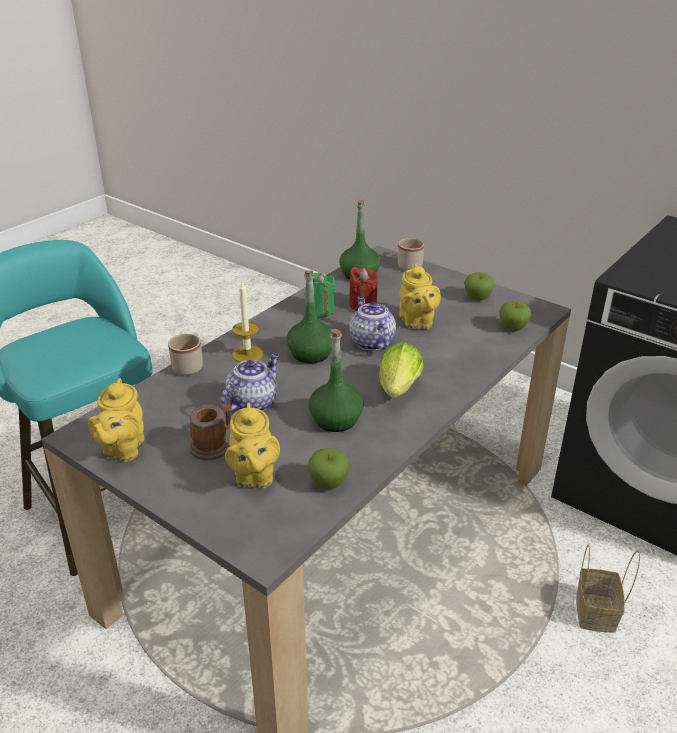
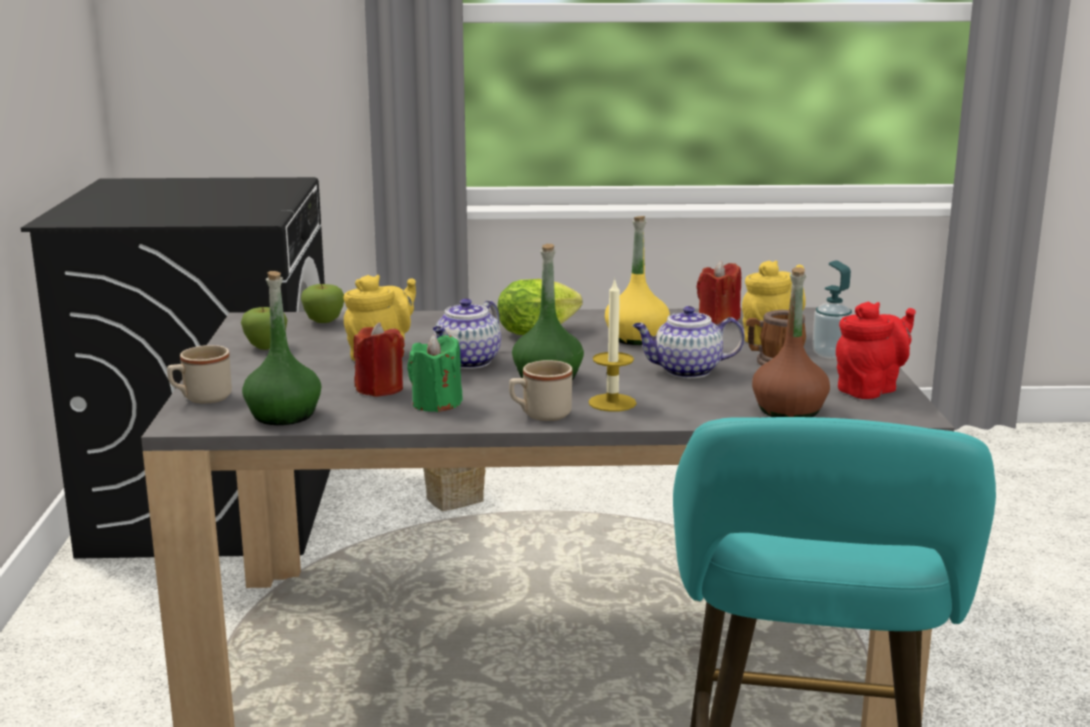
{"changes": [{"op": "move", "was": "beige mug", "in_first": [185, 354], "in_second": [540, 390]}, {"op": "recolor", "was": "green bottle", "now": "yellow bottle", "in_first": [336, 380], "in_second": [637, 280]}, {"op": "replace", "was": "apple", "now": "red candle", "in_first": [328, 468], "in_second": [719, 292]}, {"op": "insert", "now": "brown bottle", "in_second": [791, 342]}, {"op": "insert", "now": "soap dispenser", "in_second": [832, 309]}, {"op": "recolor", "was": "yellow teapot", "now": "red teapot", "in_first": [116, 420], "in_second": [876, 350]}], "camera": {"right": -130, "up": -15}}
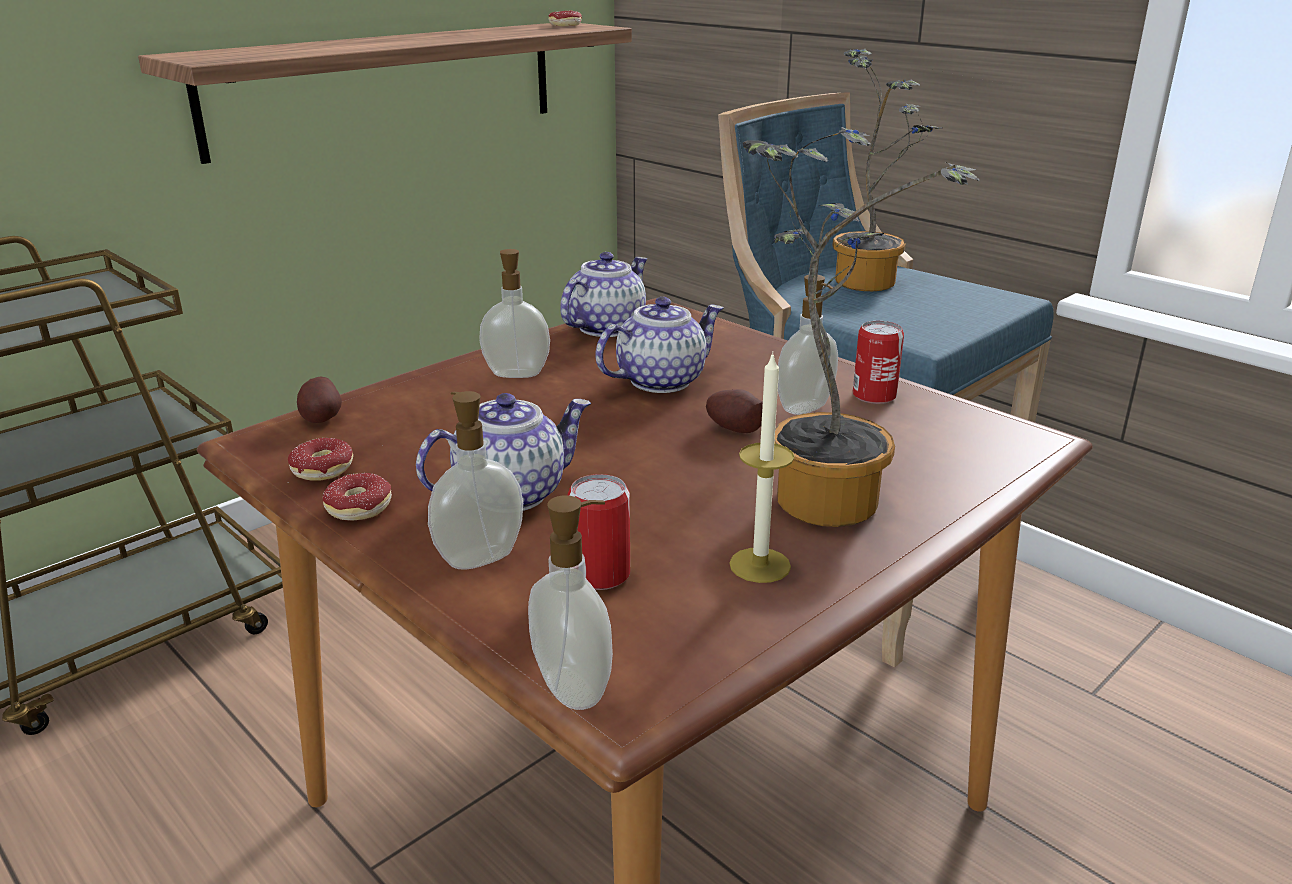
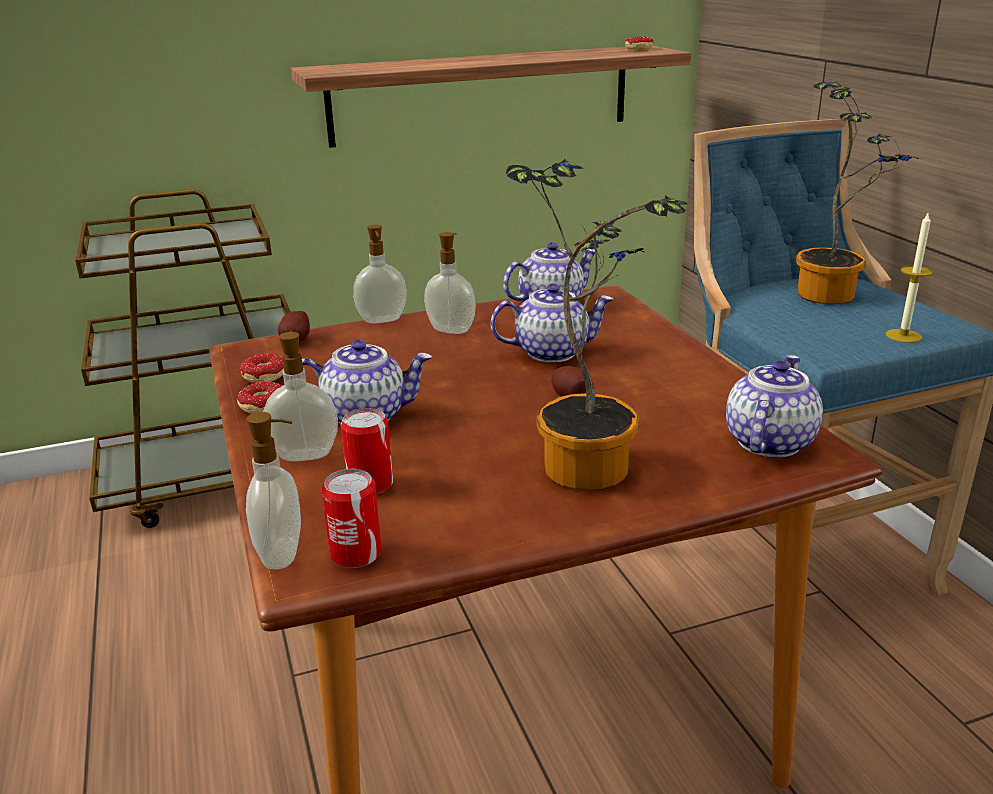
{"changes": [{"op": "move", "was": "can", "in_first": [878, 362], "in_second": [352, 518]}, {"op": "move", "was": "soap dispenser", "in_first": [808, 344], "in_second": [380, 274]}, {"op": "insert", "now": "teapot", "in_second": [774, 406]}, {"op": "move", "was": "candle", "in_first": [761, 467], "in_second": [909, 277]}], "camera": {"right": 25, "up": 0}}
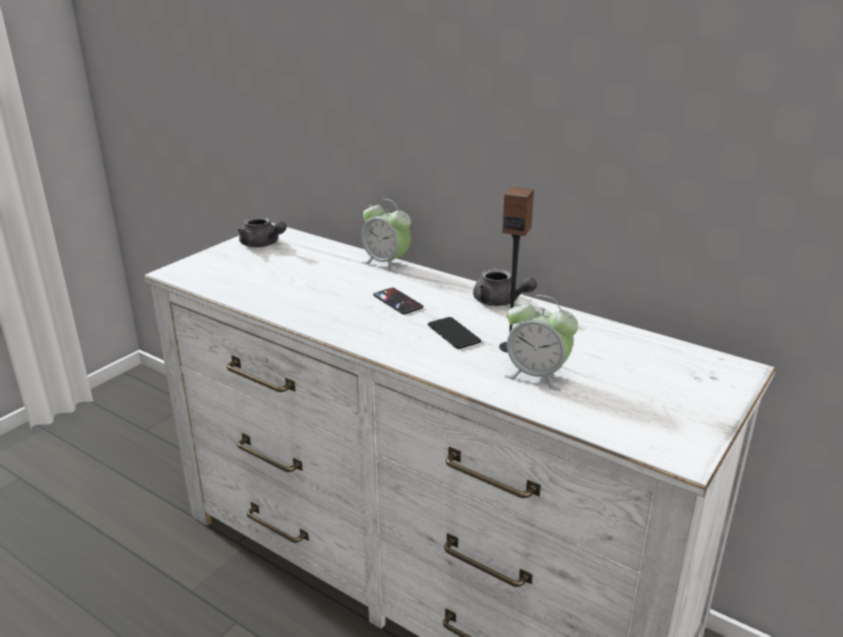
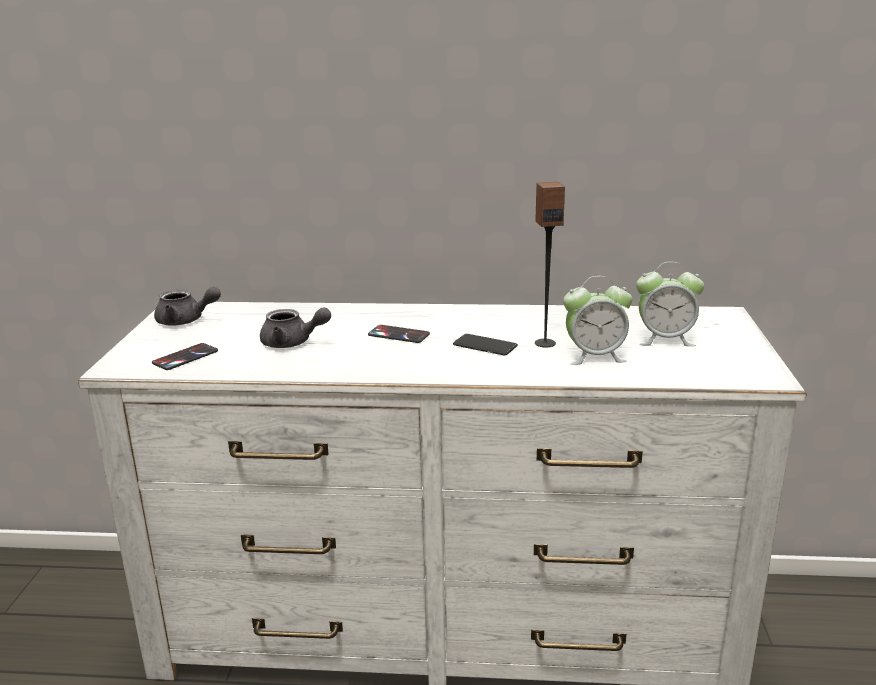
{"changes": [{"op": "insert", "now": "phone", "in_second": [185, 356]}, {"op": "move", "was": "grey teapot", "in_first": [505, 287], "in_second": [295, 328]}, {"op": "move", "was": "alarm clock", "in_first": [386, 236], "in_second": [670, 304]}], "camera": {"right": -30, "up": -5}}
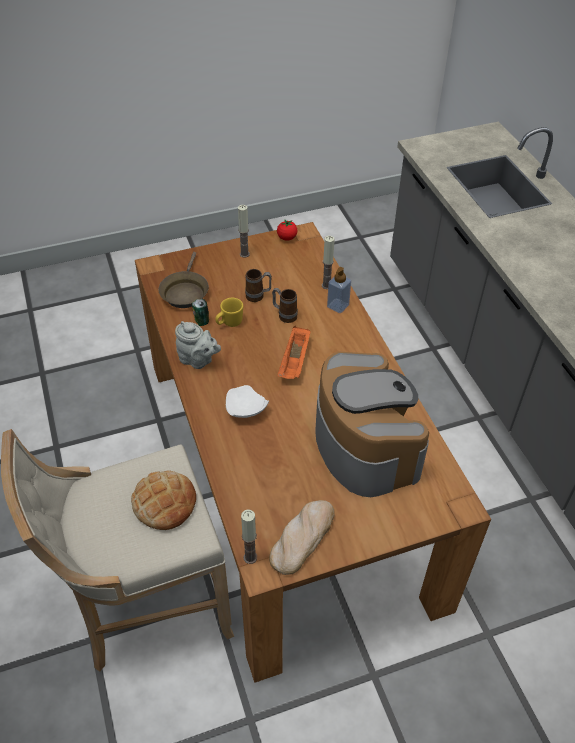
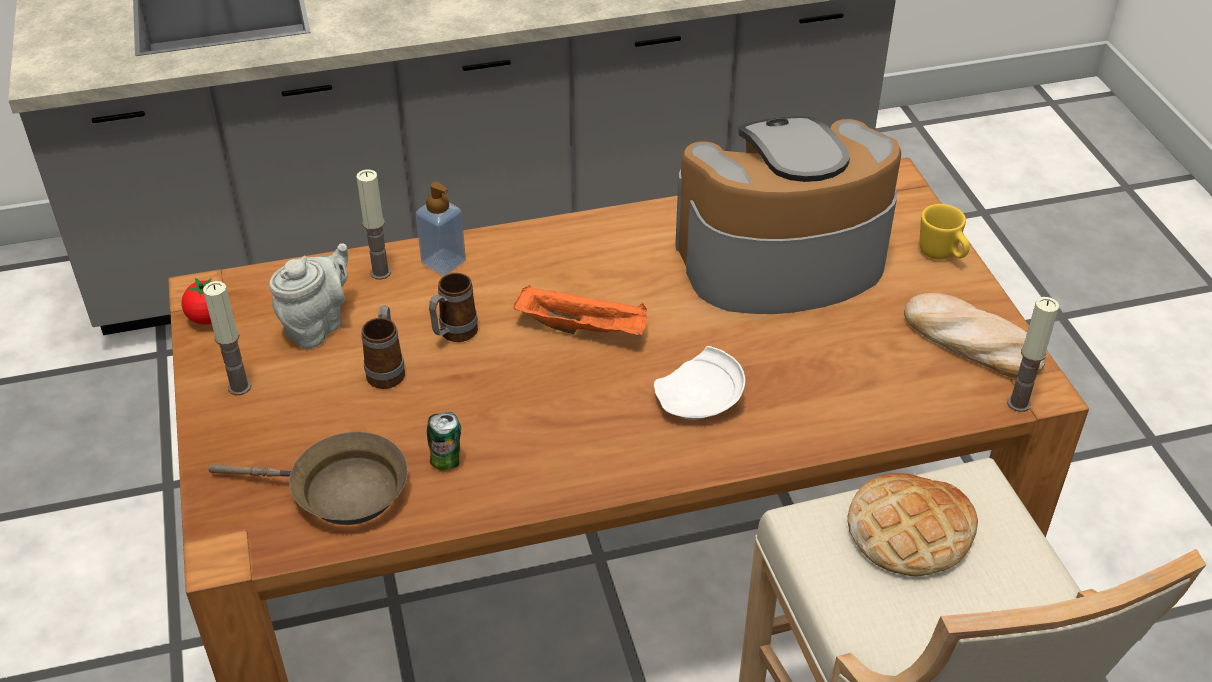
{"changes": [{"op": "move", "was": "grey teapot", "in_first": [198, 345], "in_second": [308, 296]}, {"op": "move", "was": "yellow mug", "in_first": [229, 312], "in_second": [944, 232]}], "camera": {"right": -85, "up": -5}}
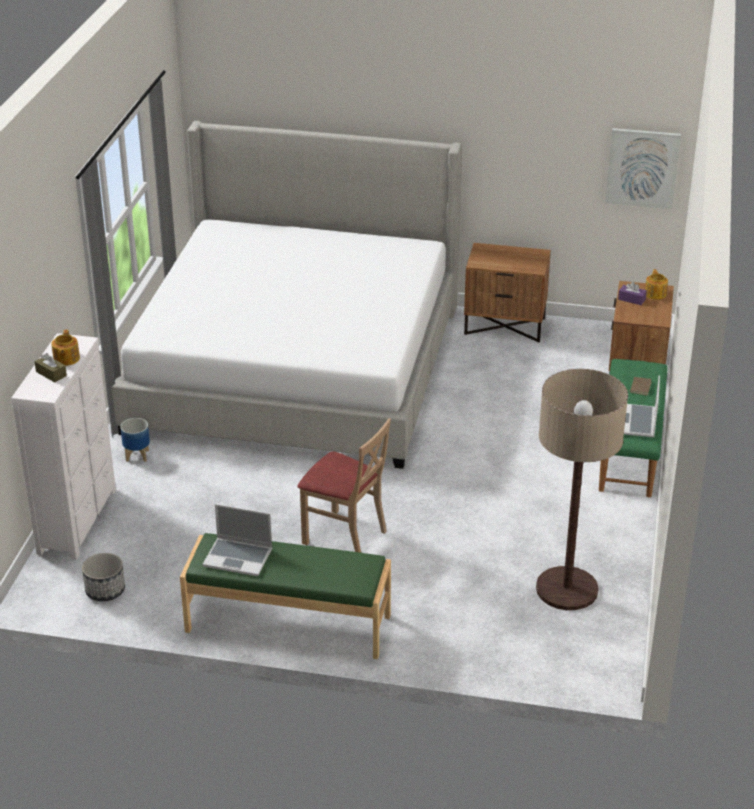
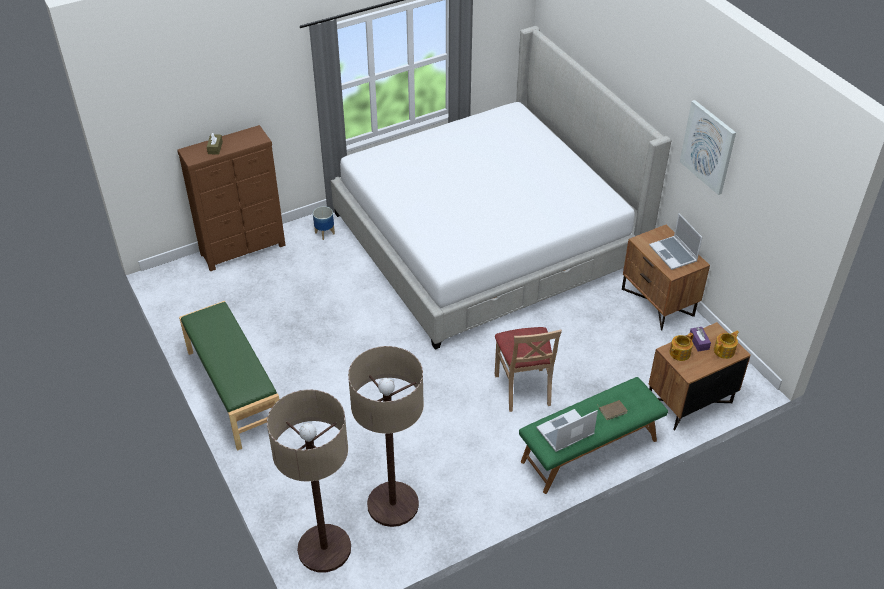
{"changes": [{"op": "recolor", "was": "white dresser", "now": "brown dresser", "in_first": [63, 446], "in_second": [231, 198]}, {"op": "insert", "now": "floor lamp", "in_second": [309, 480]}, {"op": "move", "was": "beige chair", "in_first": [344, 485], "in_second": [528, 369]}, {"op": "move", "was": "laptop", "in_first": [237, 540], "in_second": [676, 241]}, {"op": "move", "was": "teapot", "in_first": [65, 348], "in_second": [682, 347]}, {"op": "move", "was": "picture", "in_first": [643, 168], "in_second": [708, 147]}, {"op": "delete", "was": "planter", "in_first": [103, 577]}], "camera": {"right": 50, "up": 10}}
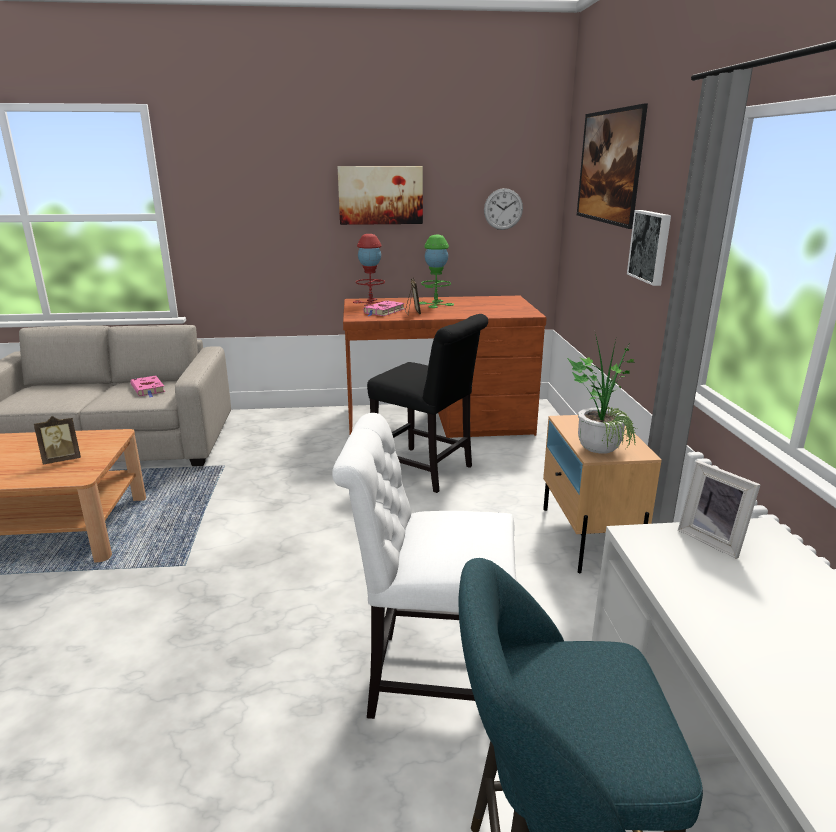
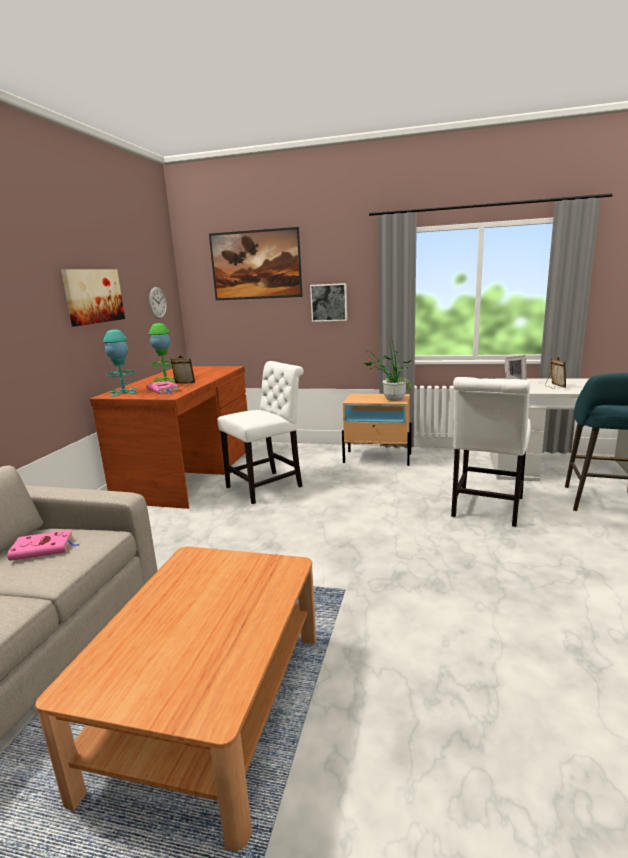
{"changes": [{"op": "recolor", "was": "red table lamp", "now": "turquoise table lamp", "in_first": [369, 270], "in_second": [120, 362]}, {"op": "recolor", "was": "black chair", "now": "white chair", "in_first": [427, 403], "in_second": [260, 432]}, {"op": "move", "was": "picture frame", "in_first": [57, 440], "in_second": [555, 373]}], "camera": {"right": -70, "up": -5}}
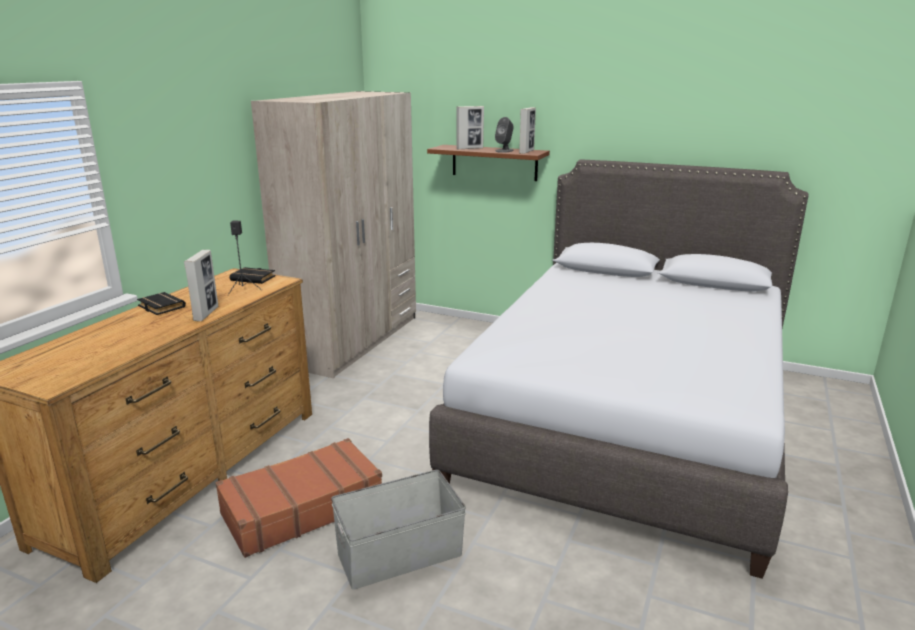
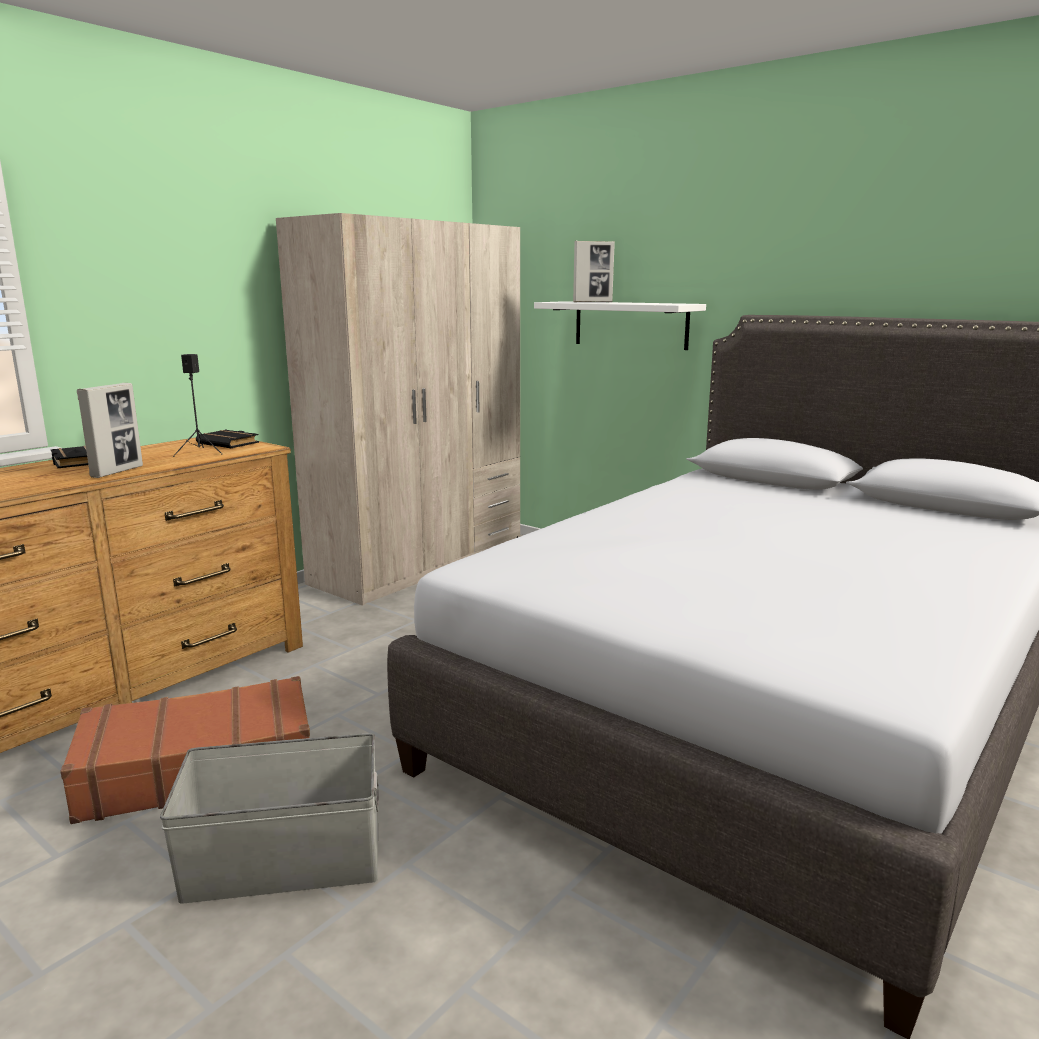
{"changes": [{"op": "recolor", "was": "brown shelf", "now": "white shelf", "in_first": [488, 163], "in_second": [620, 325]}, {"op": "delete", "was": "grey speaker", "in_first": [504, 135]}, {"op": "delete", "was": "picture frame", "in_first": [527, 130]}], "camera": {"right": 15, "up": -5}}
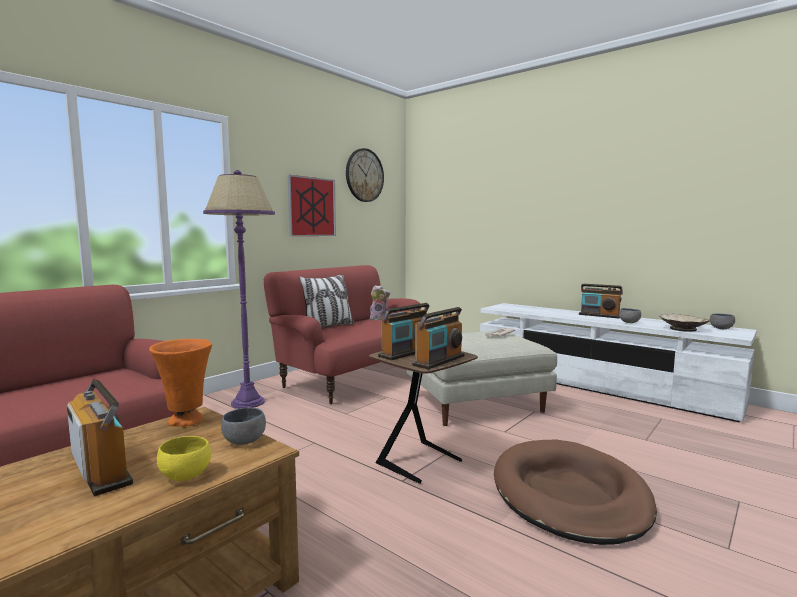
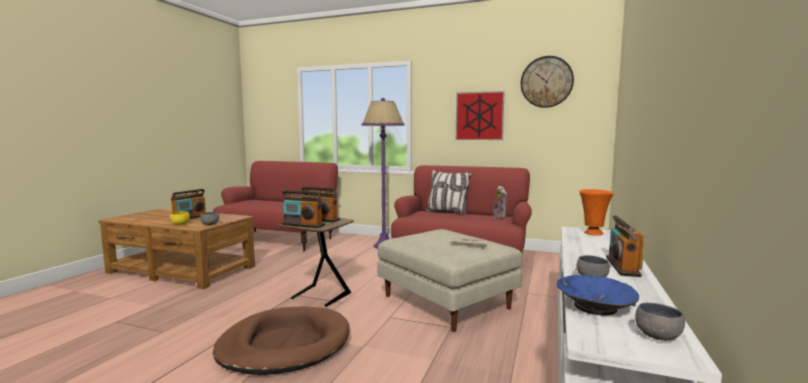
{"changes": [{"op": "recolor", "was": "beige bowl", "now": "blue bowl", "in_first": [684, 323], "in_second": [597, 295]}, {"op": "move", "was": "orange vase", "in_first": [180, 383], "in_second": [596, 212]}], "camera": {"right": 70, "up": 0}}
